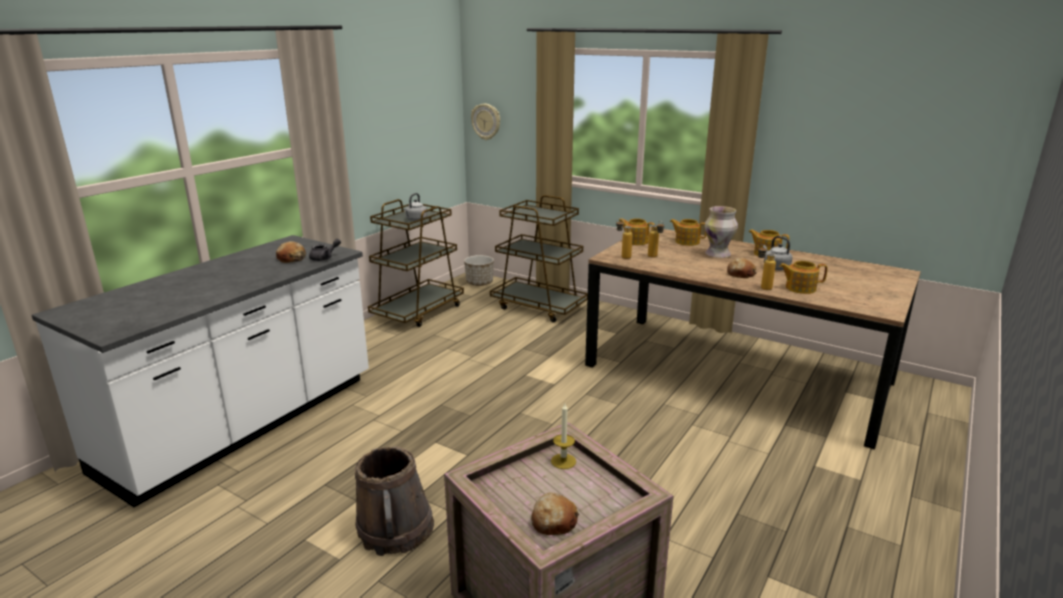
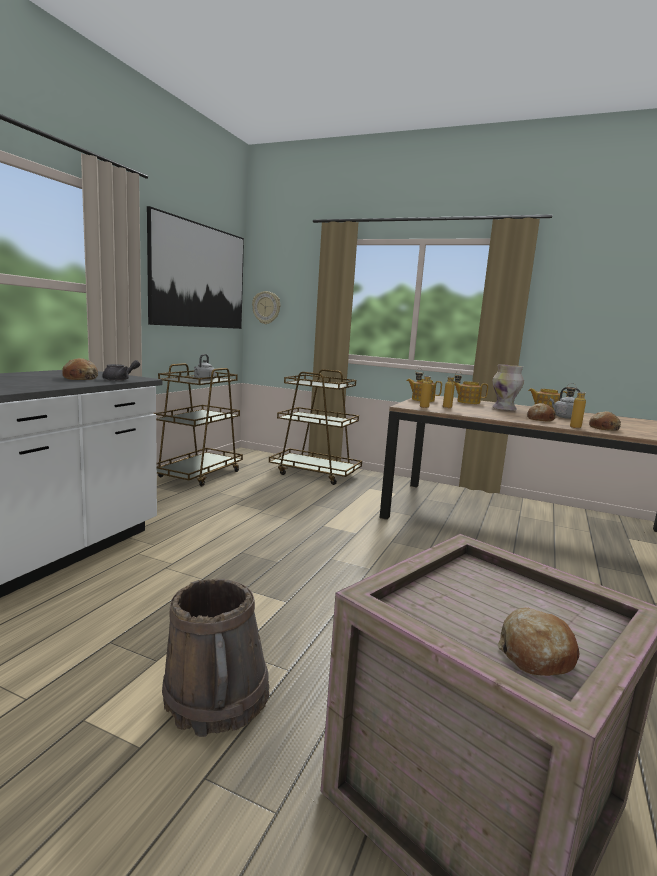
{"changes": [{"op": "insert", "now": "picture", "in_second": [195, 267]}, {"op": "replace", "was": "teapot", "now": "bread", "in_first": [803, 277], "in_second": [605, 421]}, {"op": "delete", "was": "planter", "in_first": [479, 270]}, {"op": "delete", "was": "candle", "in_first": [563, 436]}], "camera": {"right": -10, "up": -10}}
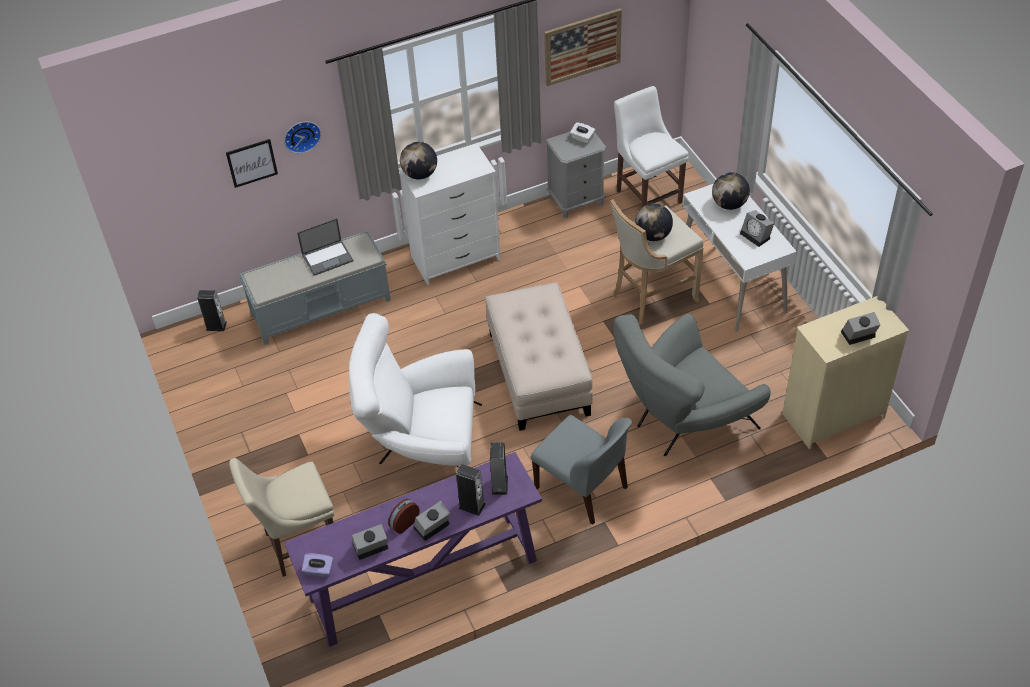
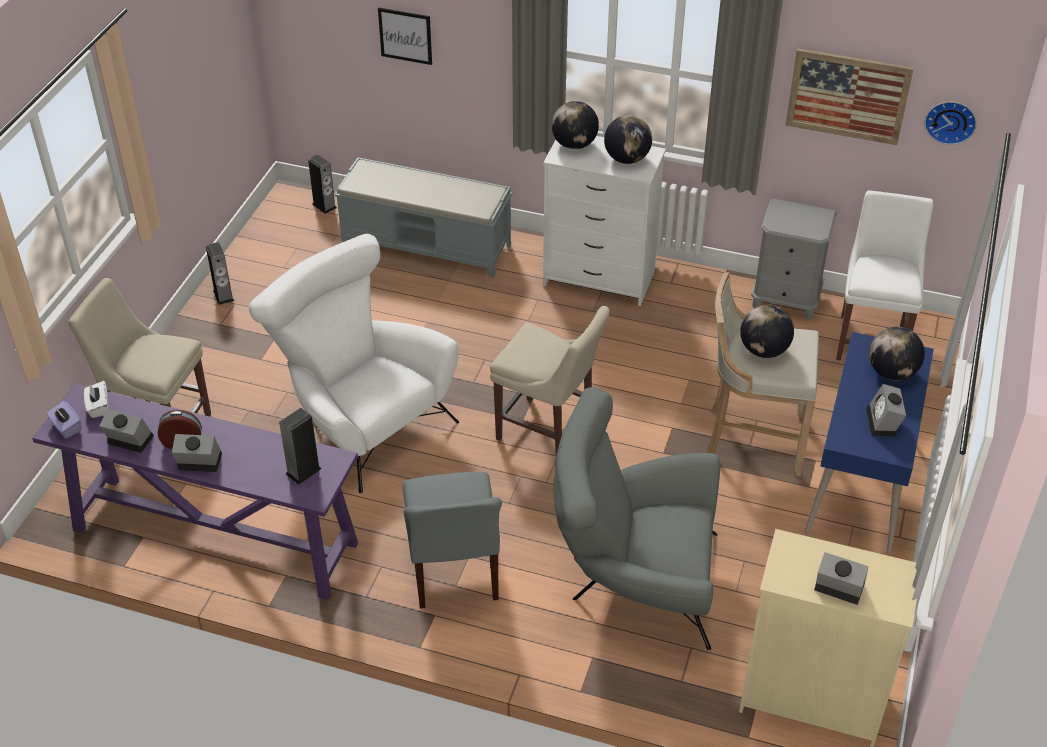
{"changes": [{"op": "move", "was": "white tissue box", "in_first": [582, 133], "in_second": [96, 399]}, {"op": "move", "was": "speaker", "in_first": [471, 490], "in_second": [220, 273]}, {"op": "replace", "was": "beige ottoman", "now": "beige chair", "in_first": [539, 356], "in_second": [550, 380]}, {"op": "insert", "now": "globe", "in_second": [628, 139]}, {"op": "recolor", "was": "white desk", "now": "blue desk", "in_first": [740, 257], "in_second": [869, 443]}, {"op": "move", "was": "wall clock", "in_first": [302, 137], "in_second": [951, 123]}, {"op": "delete", "was": "laptop", "in_first": [325, 247]}], "camera": {"right": 40, "up": -5}}
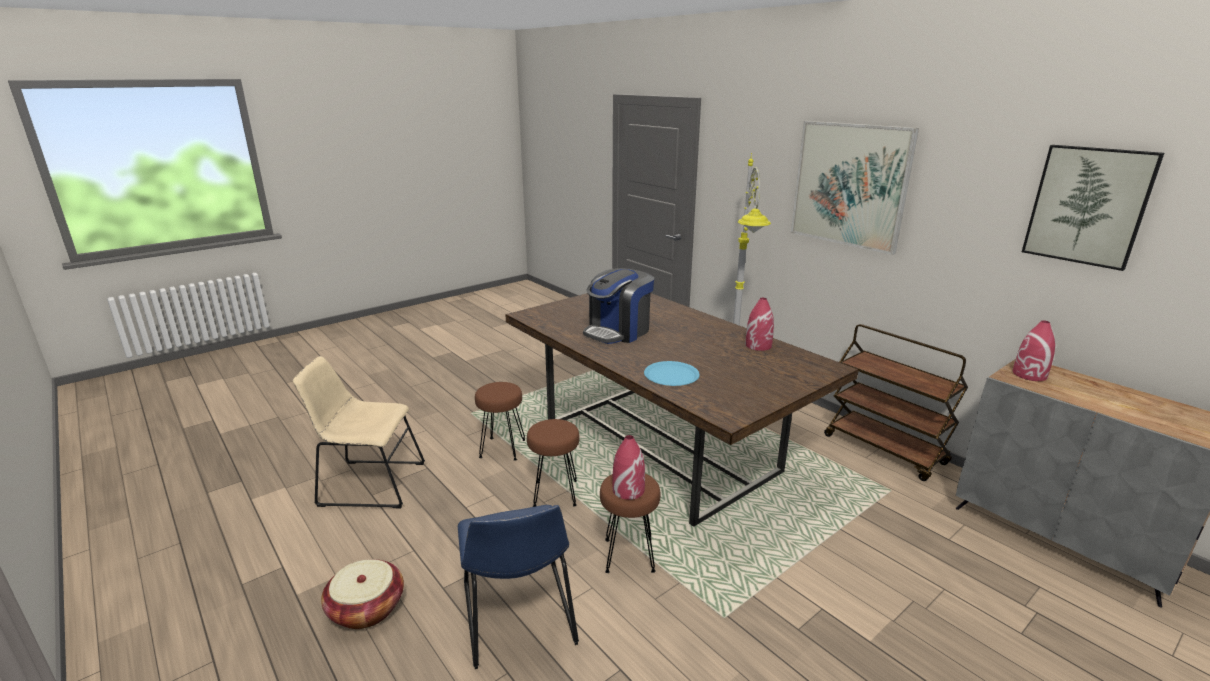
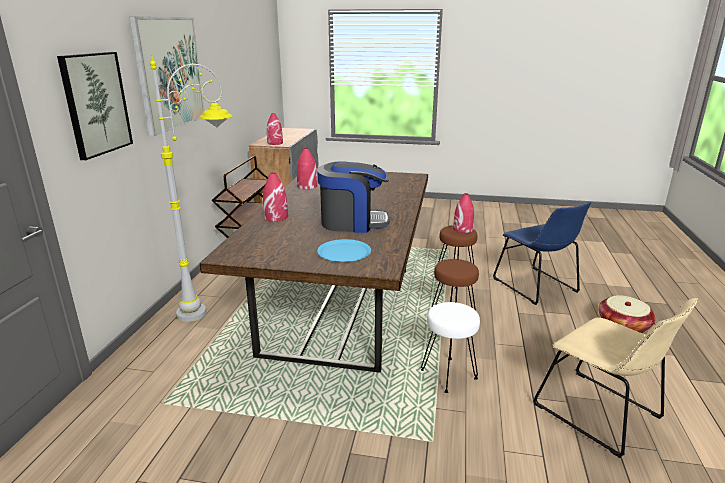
{"changes": [{"op": "move", "was": "picture", "in_first": [1093, 208], "in_second": [95, 106]}, {"op": "insert", "now": "red vase", "in_second": [275, 197]}, {"op": "move", "was": "blue plate", "in_first": [672, 373], "in_second": [344, 250]}, {"op": "recolor", "was": "brown stool", "now": "white stool", "in_first": [500, 421], "in_second": [450, 347]}, {"op": "rotate", "was": "blue chair", "in_first": [518, 587], "in_second": [542, 253], "clockwise": 120}], "camera": {"right": -130, "up": 0}}
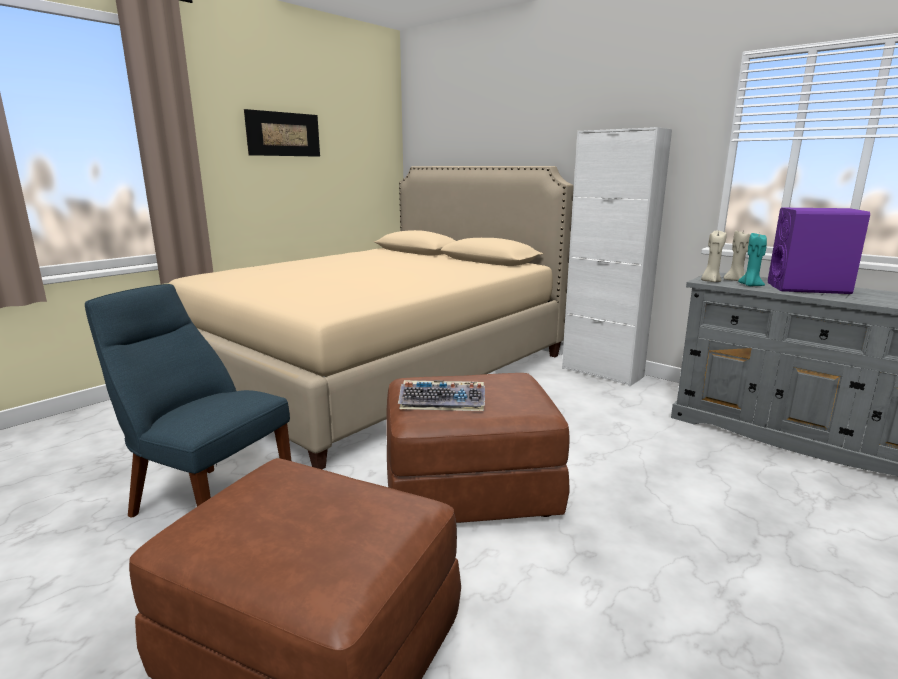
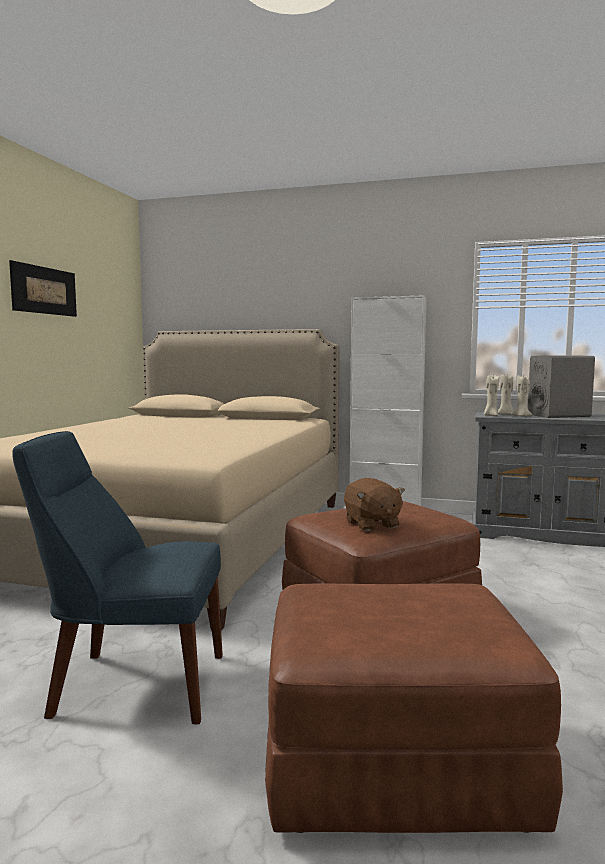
{"changes": [{"op": "replace", "was": "keyboard", "now": "brown plush toy", "in_first": [441, 395], "in_second": [374, 504]}, {"op": "recolor", "was": "turquoise candle", "now": "beige candle", "in_first": [752, 259], "in_second": [522, 396]}, {"op": "recolor", "was": "purple speaker", "now": "grey speaker", "in_first": [819, 251], "in_second": [561, 387]}], "camera": {"right": -25, "up": -10}}
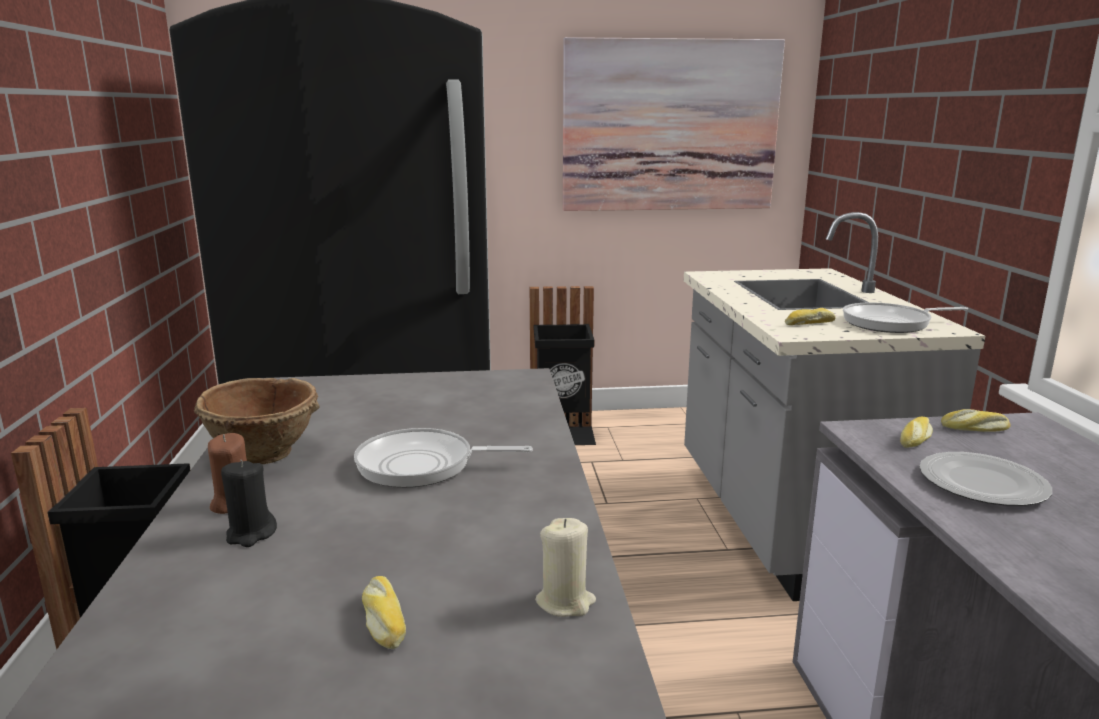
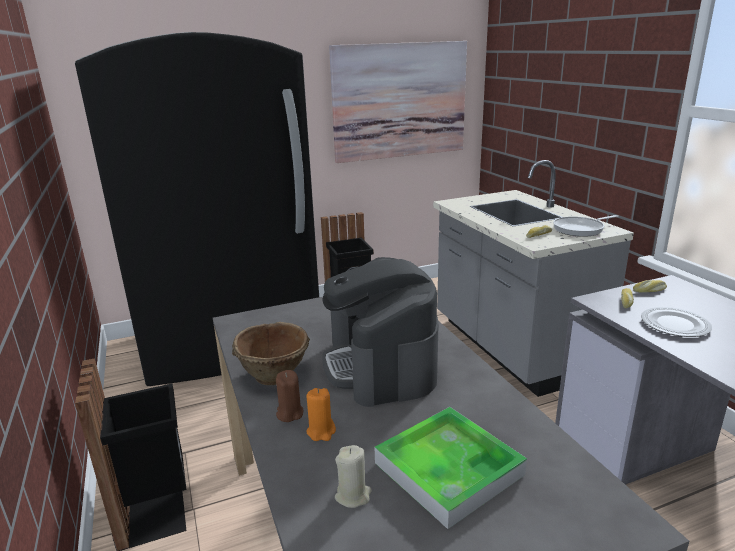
{"changes": [{"op": "recolor", "was": "black candle", "now": "orange candle", "in_first": [249, 503], "in_second": [321, 414]}, {"op": "replace", "was": "frying pan", "now": "coffee machine", "in_first": [443, 458], "in_second": [380, 332]}, {"op": "move", "was": "beige candle", "in_first": [565, 567], "in_second": [353, 476]}, {"op": "replace", "was": "bread", "now": "tray", "in_first": [384, 612], "in_second": [451, 468]}], "camera": {"right": -15, "up": 5}}
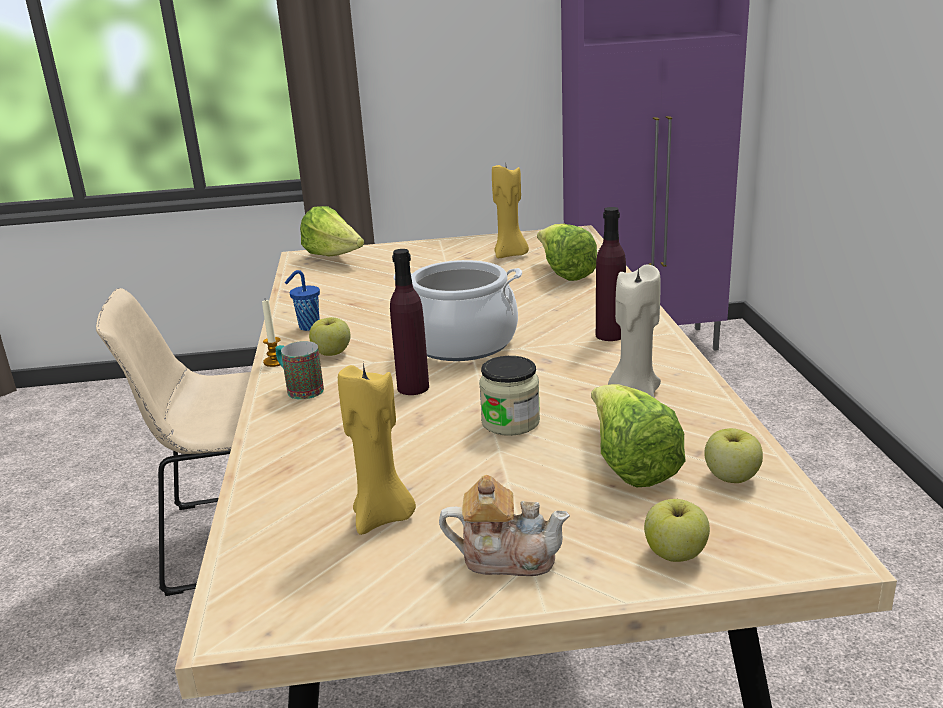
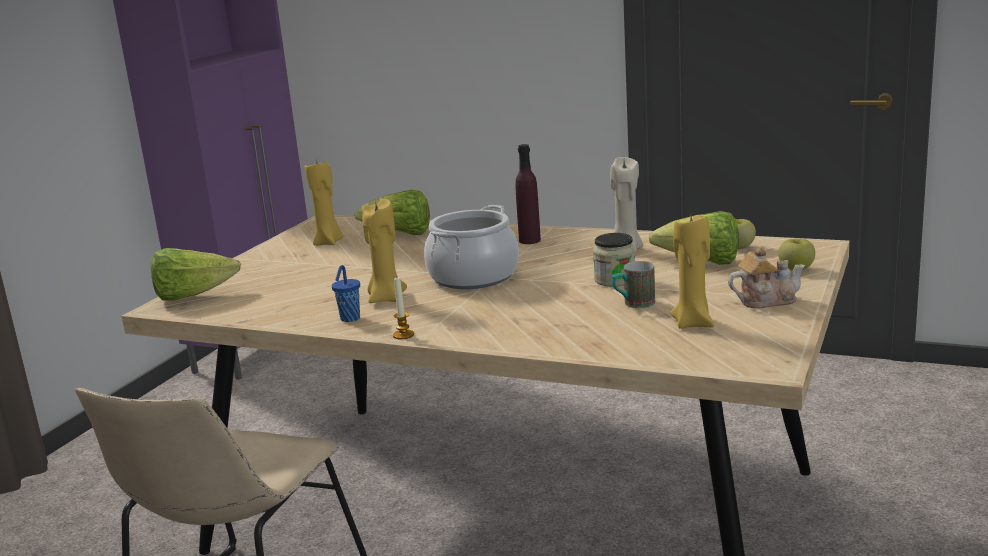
{"changes": [{"op": "insert", "now": "yellow candle", "in_second": [384, 251]}, {"op": "move", "was": "mug", "in_first": [299, 370], "in_second": [633, 284]}, {"op": "rotate", "was": "teapot", "in_first": [504, 525], "in_second": [766, 277], "clockwise": 45}, {"op": "delete", "was": "apple", "in_first": [330, 336]}, {"op": "delete", "was": "purple bottle", "in_first": [409, 322]}], "camera": {"right": -60, "up": -5}}
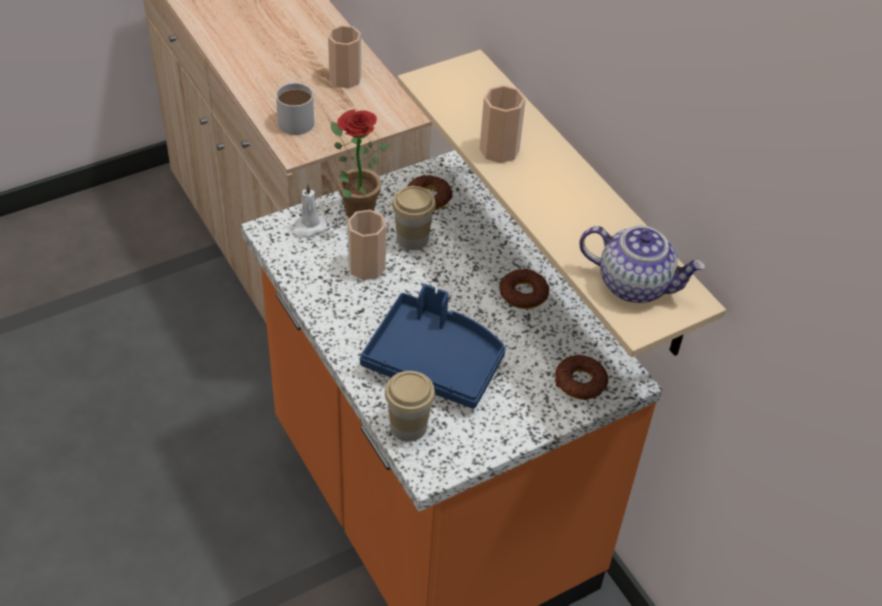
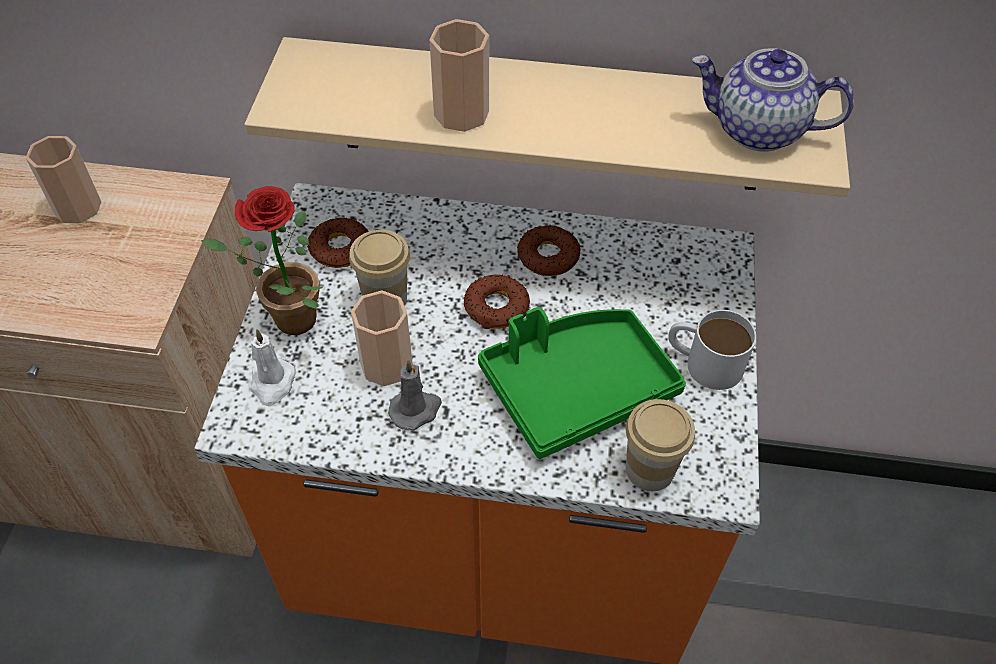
{"changes": [{"op": "insert", "now": "grey candle", "in_second": [415, 394]}, {"op": "move", "was": "donut", "in_first": [581, 377], "in_second": [497, 302]}, {"op": "recolor", "was": "blue tray", "now": "green tray", "in_first": [433, 346], "in_second": [582, 383]}, {"op": "move", "was": "white mug", "in_first": [295, 108], "in_second": [712, 350]}, {"op": "rotate", "was": "teapot", "in_first": [642, 264], "in_second": [772, 100], "clockwise": -135}], "camera": {"right": -50, "up": 5}}
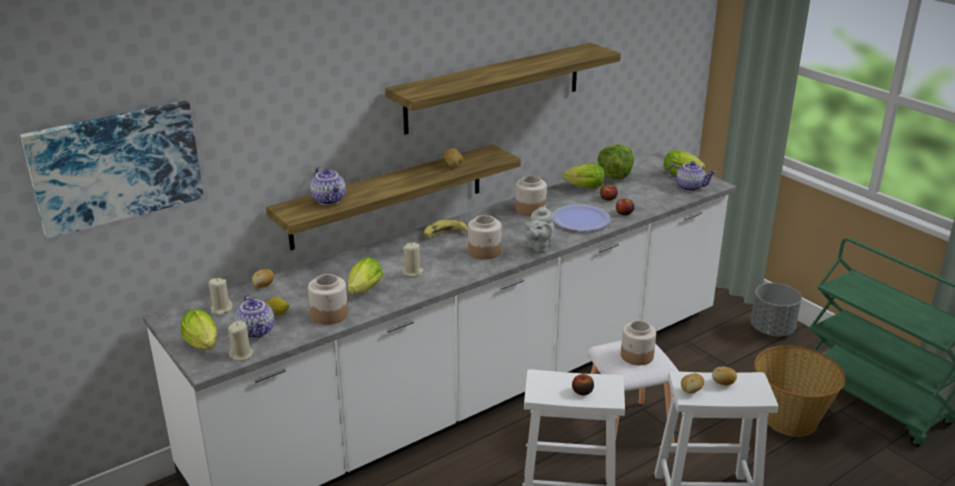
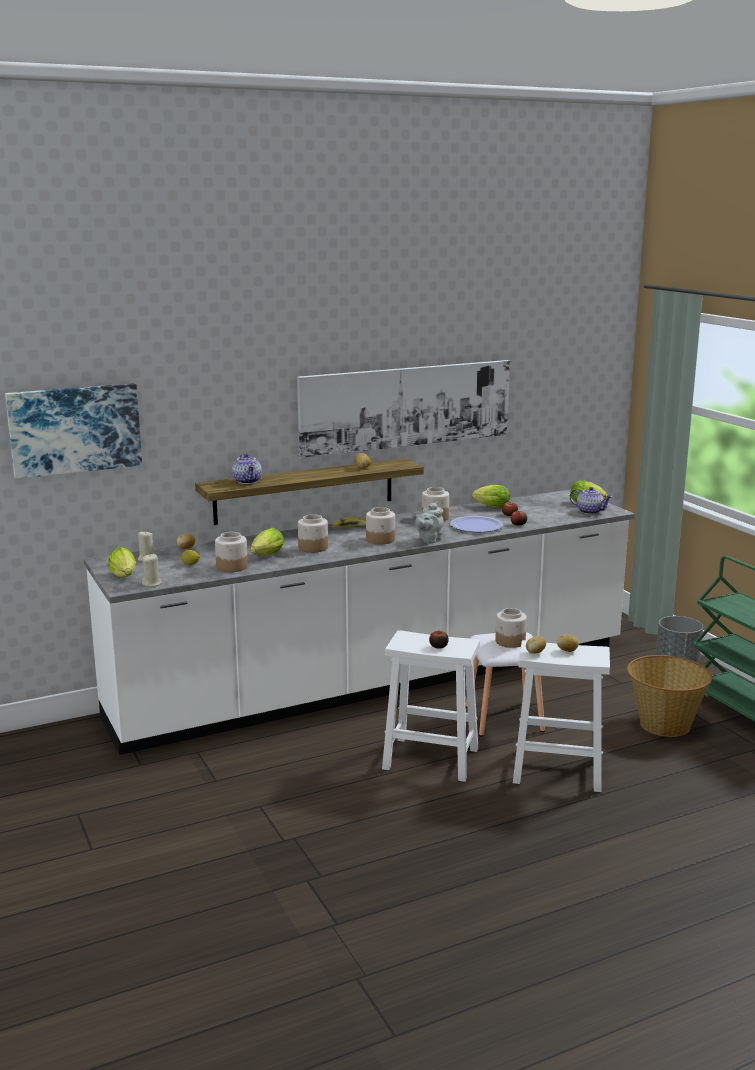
{"changes": [{"op": "replace", "was": "shelf", "now": "picture", "in_first": [503, 88], "in_second": [403, 409]}, {"op": "replace", "was": "beige candle", "now": "jar", "in_first": [413, 260], "in_second": [313, 533]}, {"op": "delete", "was": "teapot", "in_first": [254, 316]}, {"op": "delete", "was": "lettuce", "in_first": [615, 162]}], "camera": {"right": 10, "up": -10}}
